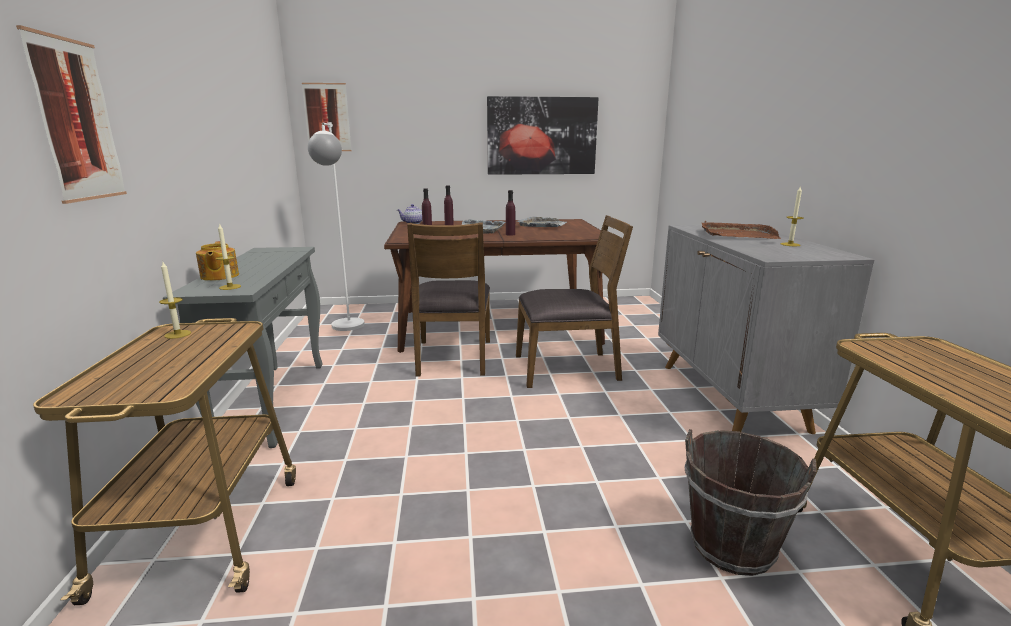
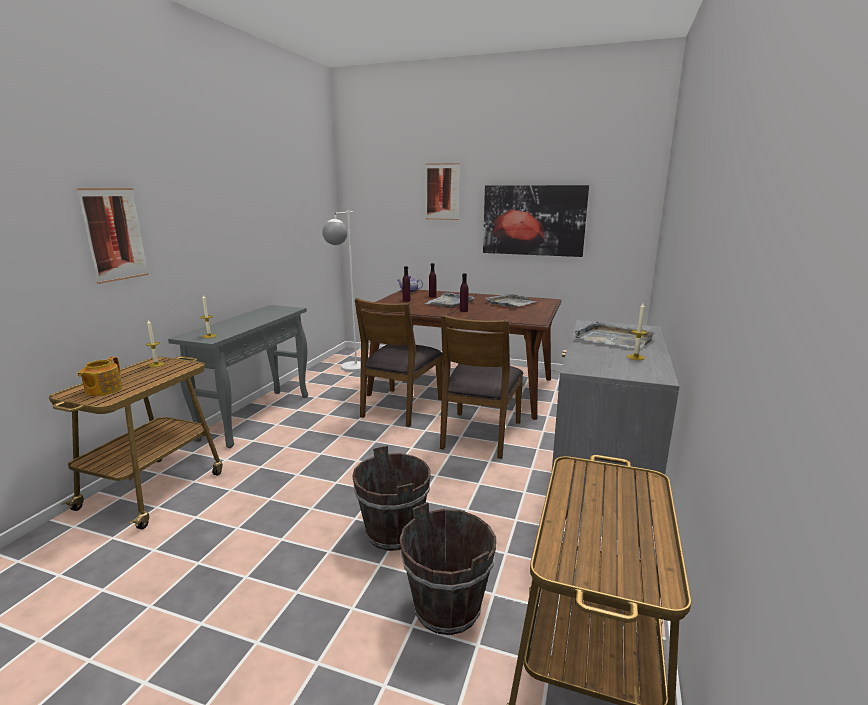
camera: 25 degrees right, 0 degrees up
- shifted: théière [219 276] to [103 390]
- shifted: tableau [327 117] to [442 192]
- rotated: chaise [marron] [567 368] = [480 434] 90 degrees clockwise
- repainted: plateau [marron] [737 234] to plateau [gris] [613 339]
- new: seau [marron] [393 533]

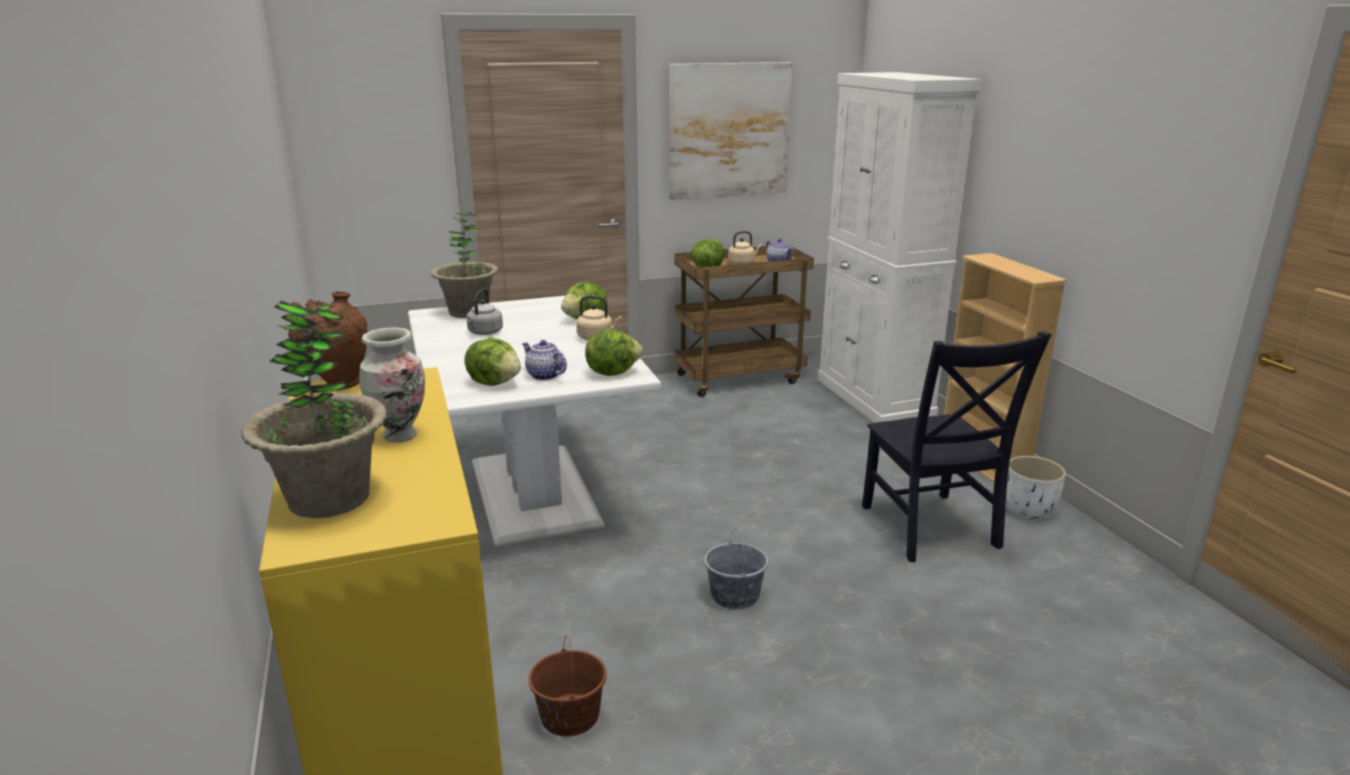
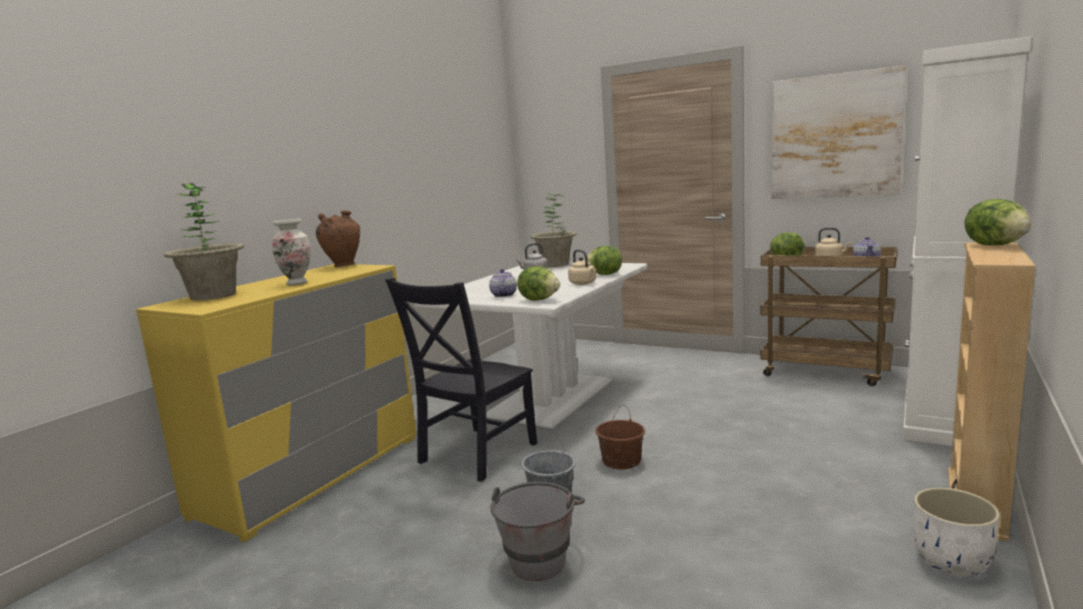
camera: 50 degrees right, 10 degrees down
- shifted: laitue [495 382] to [996 245]
- shifted: seau [marron] [570 715] to [621 461]
- shifted: chaise [noir] [931 529] to [474 455]
- new: seau [gris] [540 556]

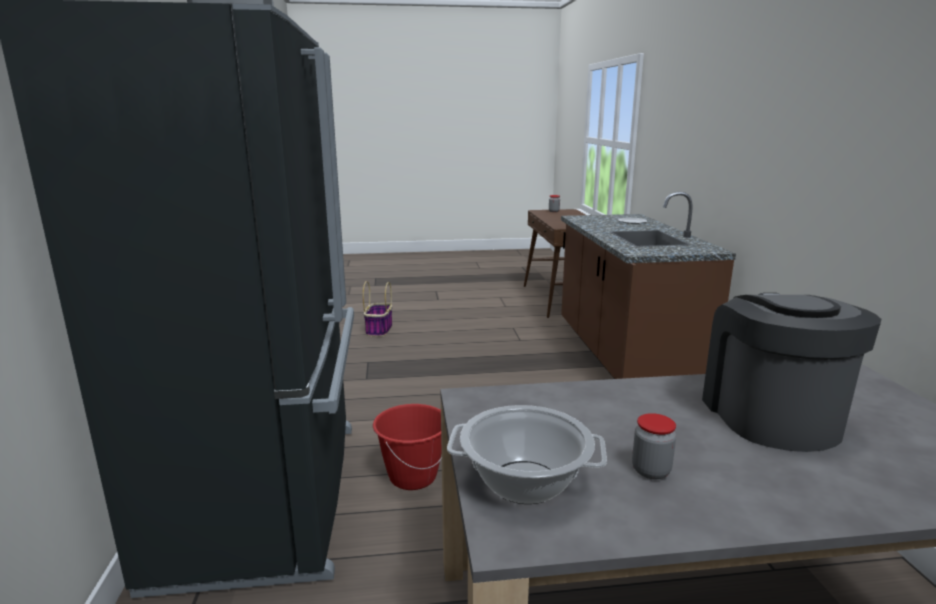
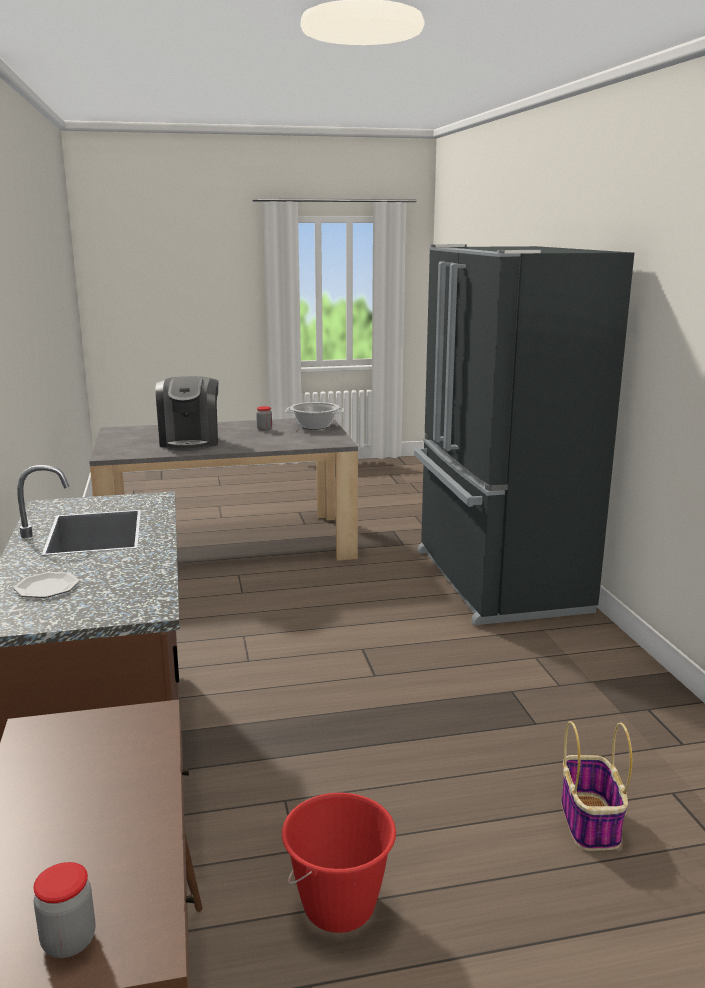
camera: 175 degrees right, 0 degrees up
- shifted: seau [rouge] [412 476] to [339 906]

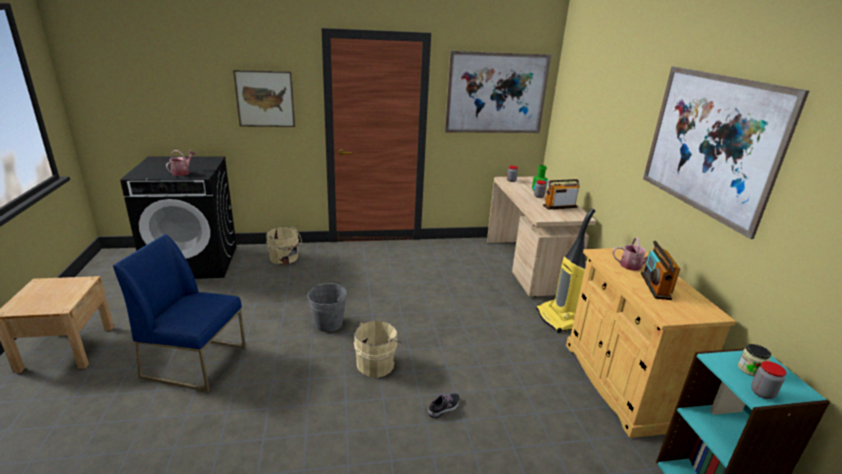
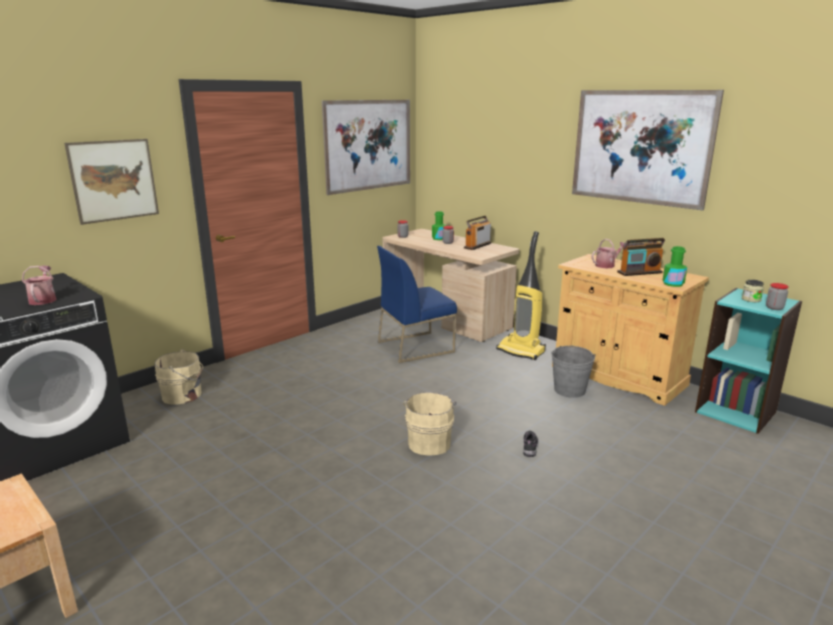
camera: 35 degrees left, 5 degrees down
- shifted: chaise [bleu] [196 361] to [415 346]
- shifted: seau [gris] [328 323] to [569 390]
- rotated: radio [655 286] = [639 272] 75 degrees counterclockwise
- new: bouteille [vert] [673 284]

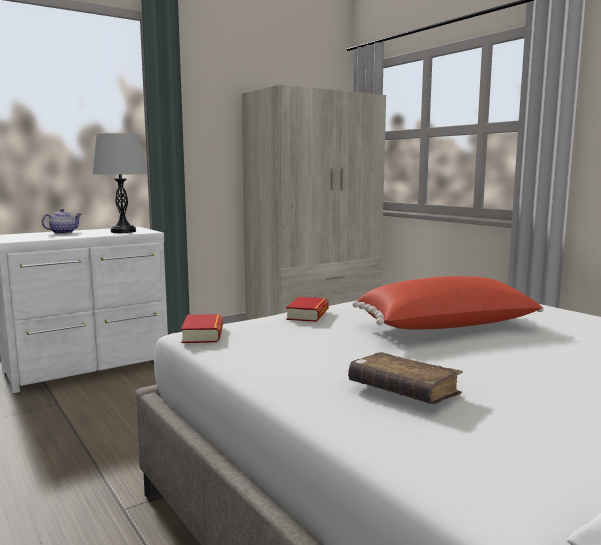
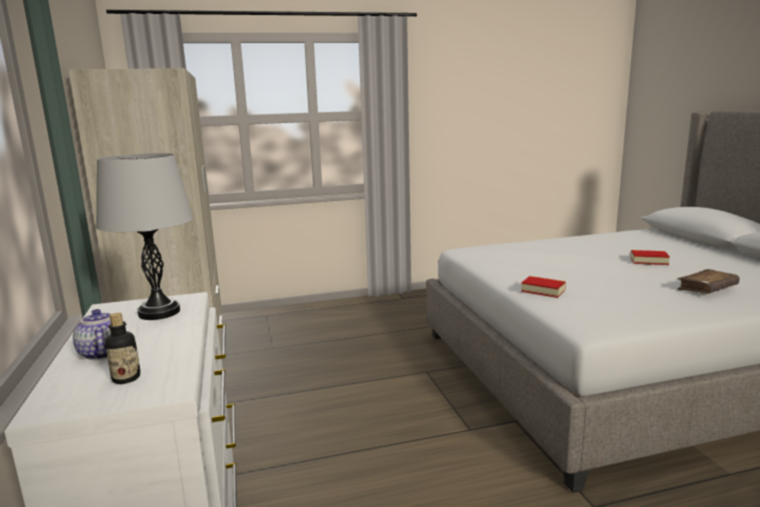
camera: 70 degrees left, 5 degrees up
- shifted: livre [203 334] to [649 261]
- gone: coussin [rouge] [446 328]
- new: bouteille [126 378]

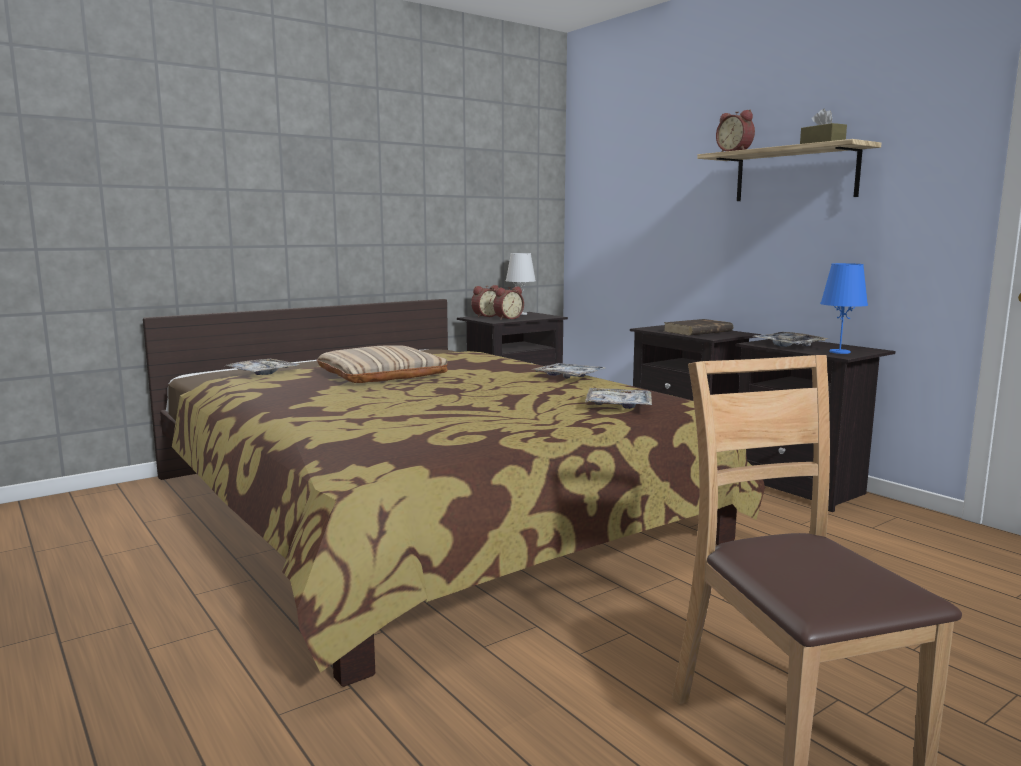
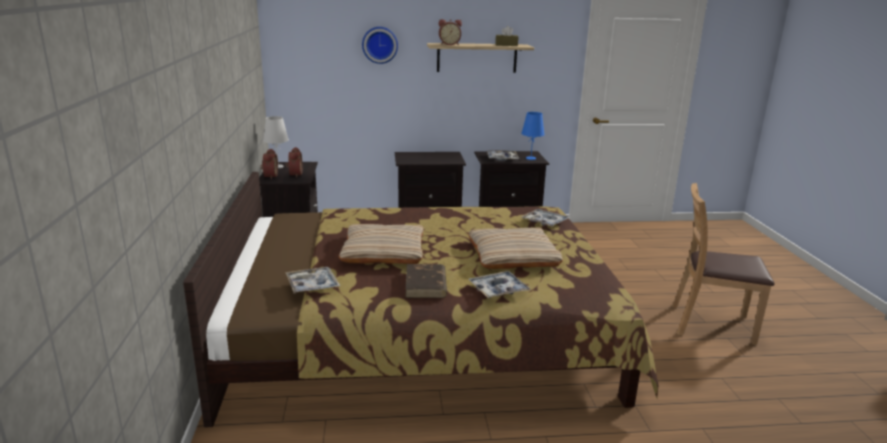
camera: 60 degrees left, 10 degrees up
- shifted: plateau [569 377] to [498 290]
- shifted: livre [marron] [697 331] to [426 284]
- new: horloge murale [380 45]
- new: coussin [beige] [512 255]

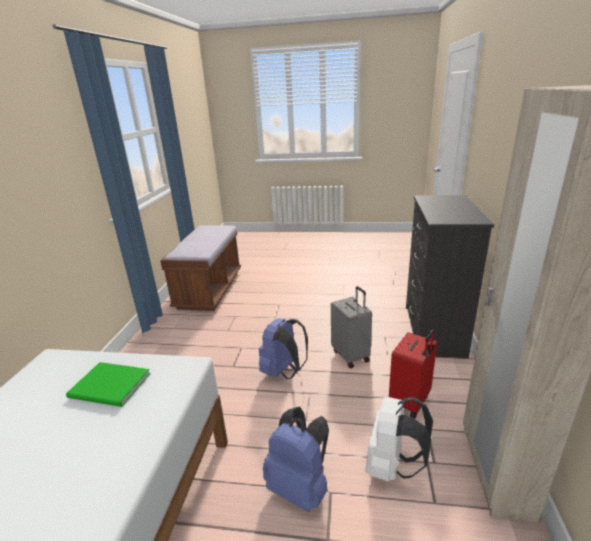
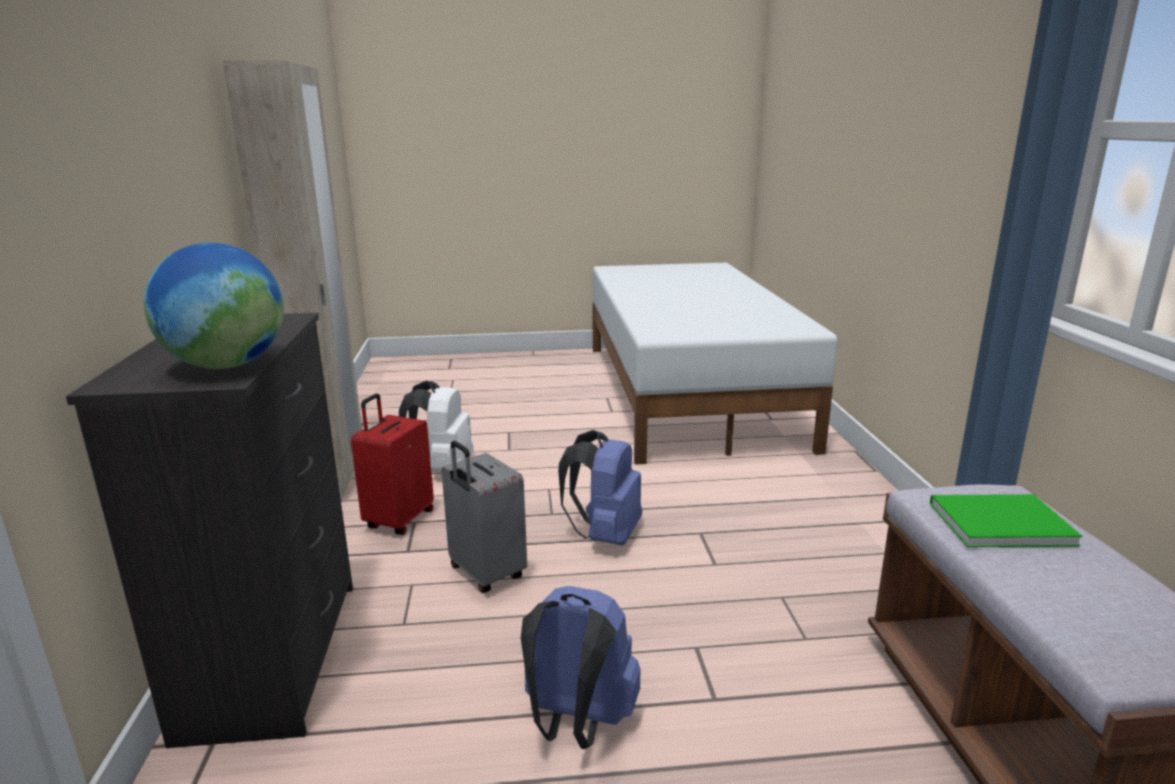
camera: 165 degrees right, 5 degrees down
- shifted: livre [vert] [111 387] to [995 522]
- shifted: sac à dos [bleu] [300 487] to [577 723]
- new: globe [227 365]

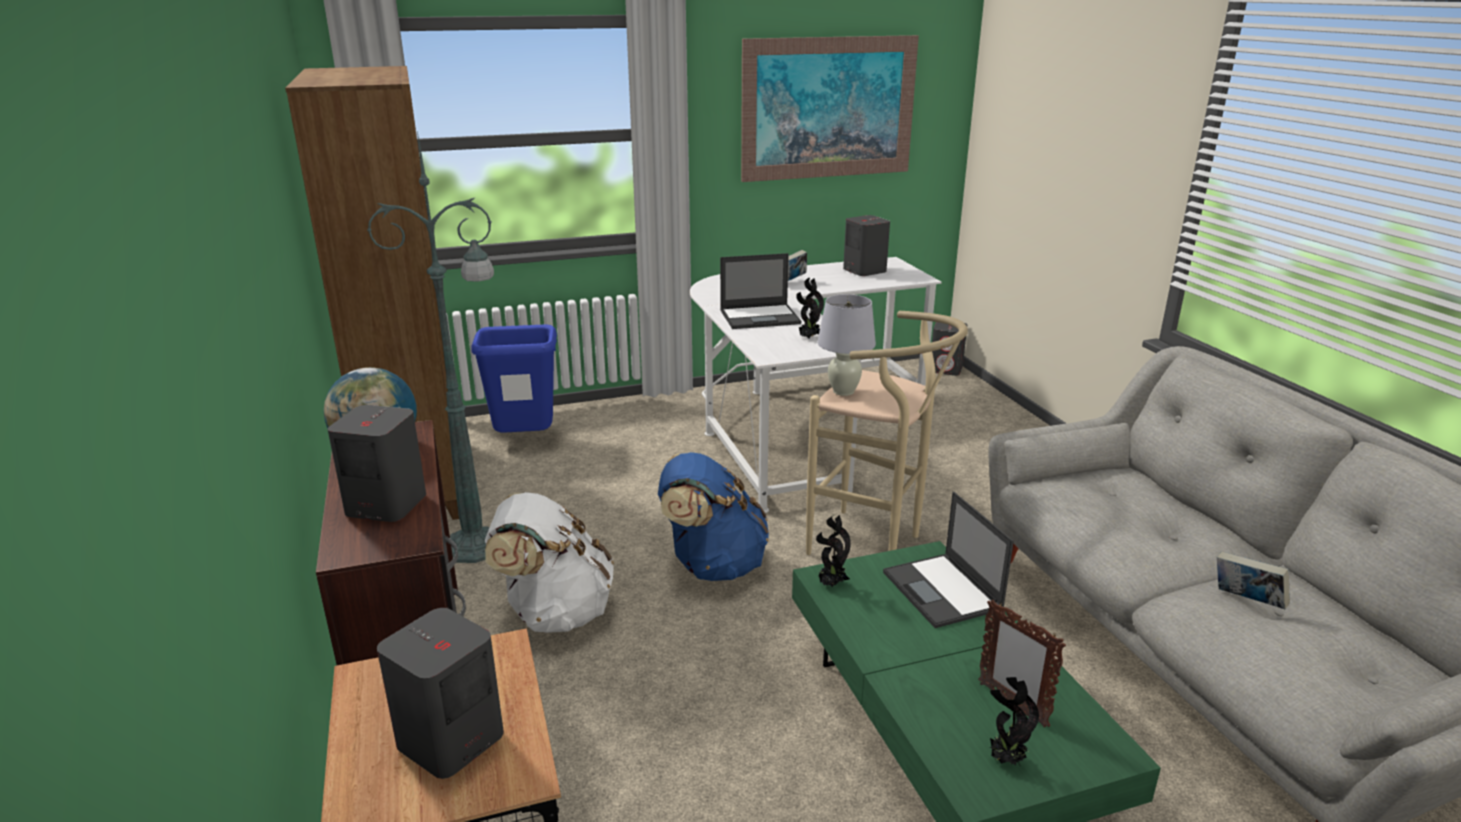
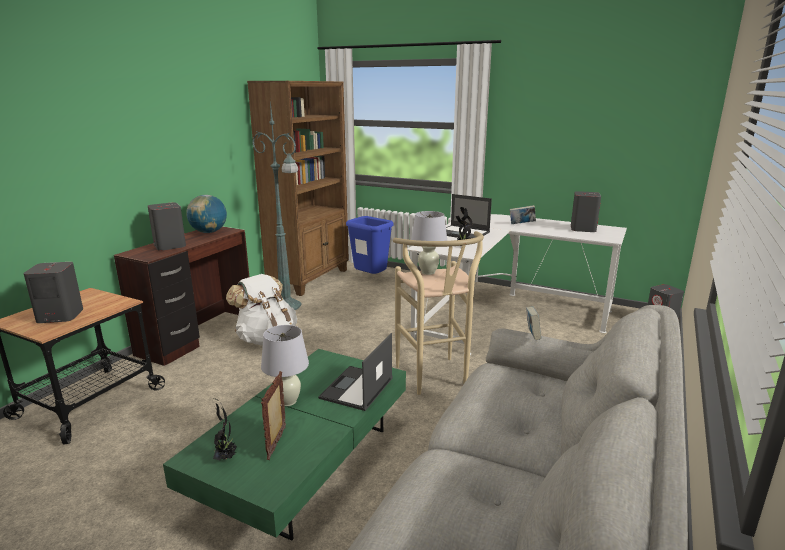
camera: 45 degrees right, 5 degrees down
- gone: sac à dos [bleu] [712 565]
- gone: tableau [829 108]
- gone: plante en pot [831 584]
- shifted: livre [1246 601] to [532 336]
- new: lampe de table [blanc] [288 401]

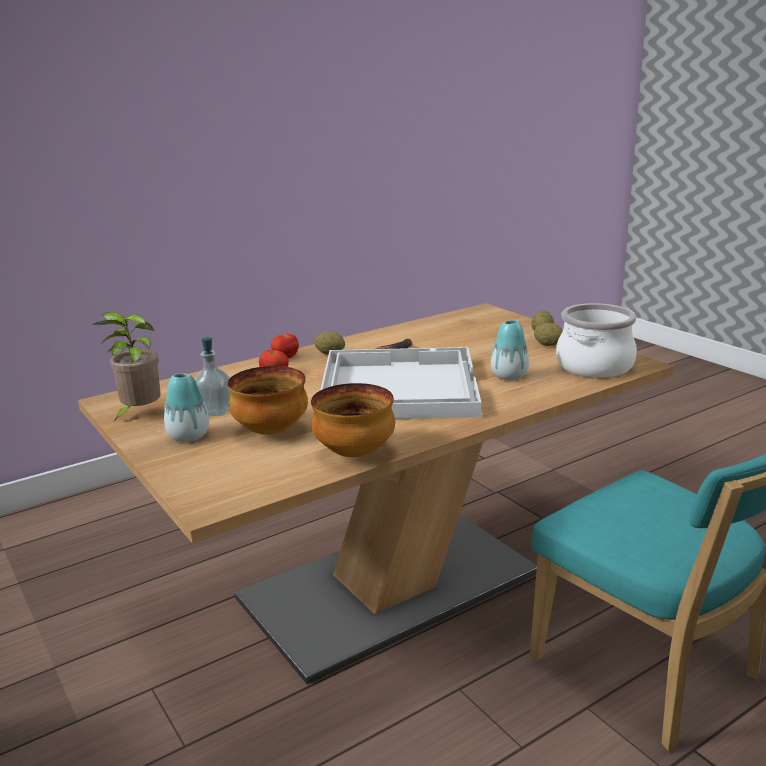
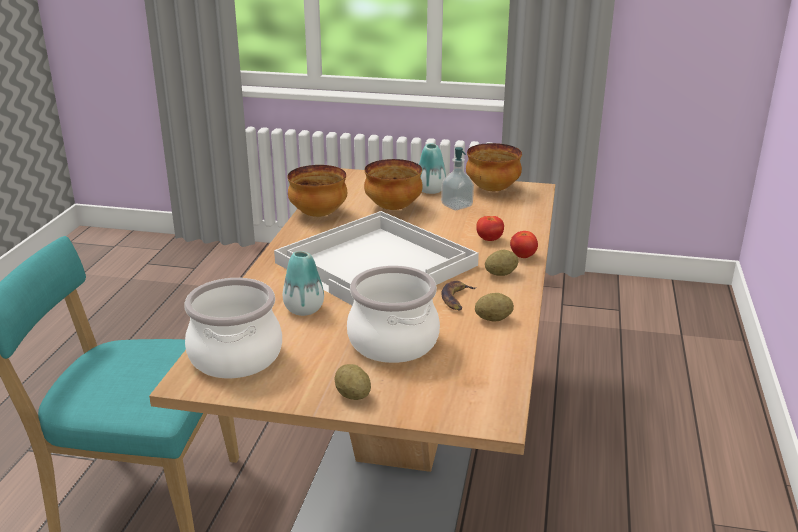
camera: 135 degrees right, 5 degrees up
- swapped: plante en pot [139 414] to bol [493 189]
- shifted: pomme de terre [548 345] to [493 319]
- new: marmite [394 342]

